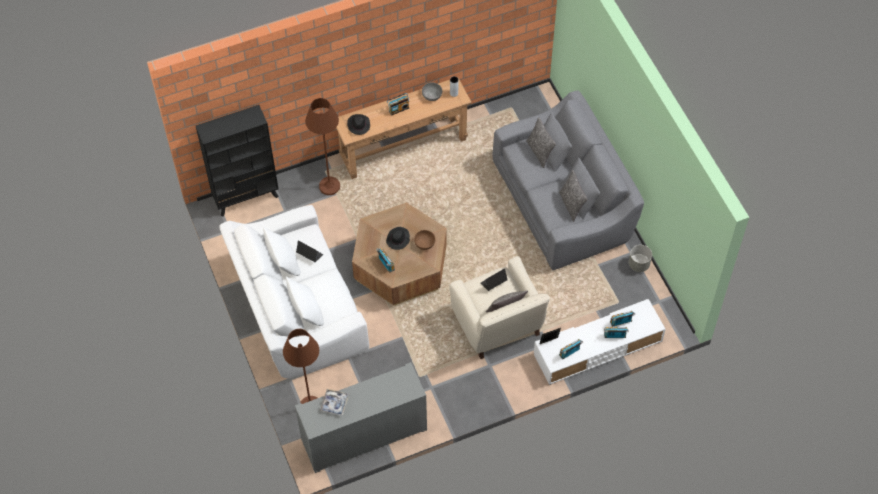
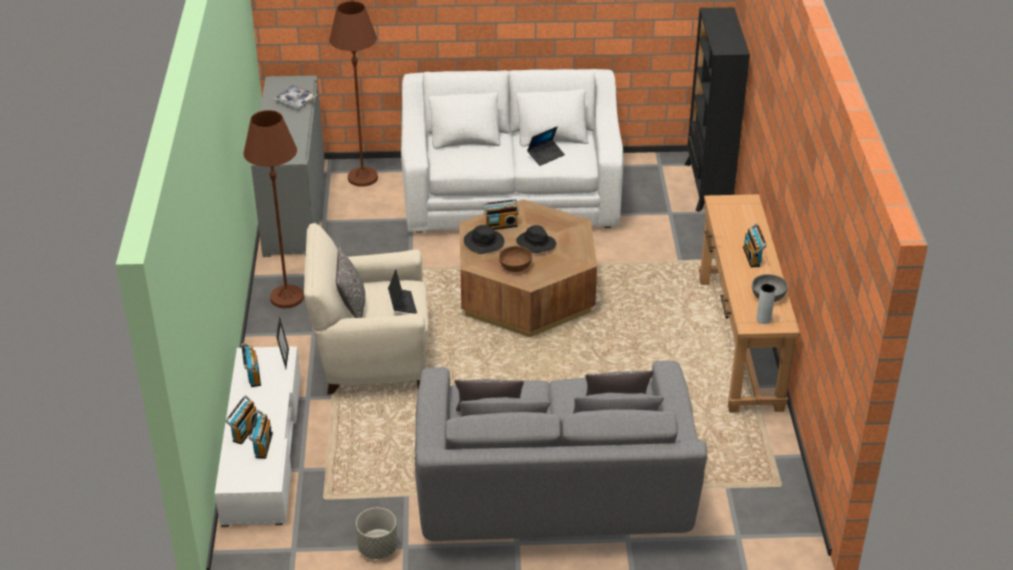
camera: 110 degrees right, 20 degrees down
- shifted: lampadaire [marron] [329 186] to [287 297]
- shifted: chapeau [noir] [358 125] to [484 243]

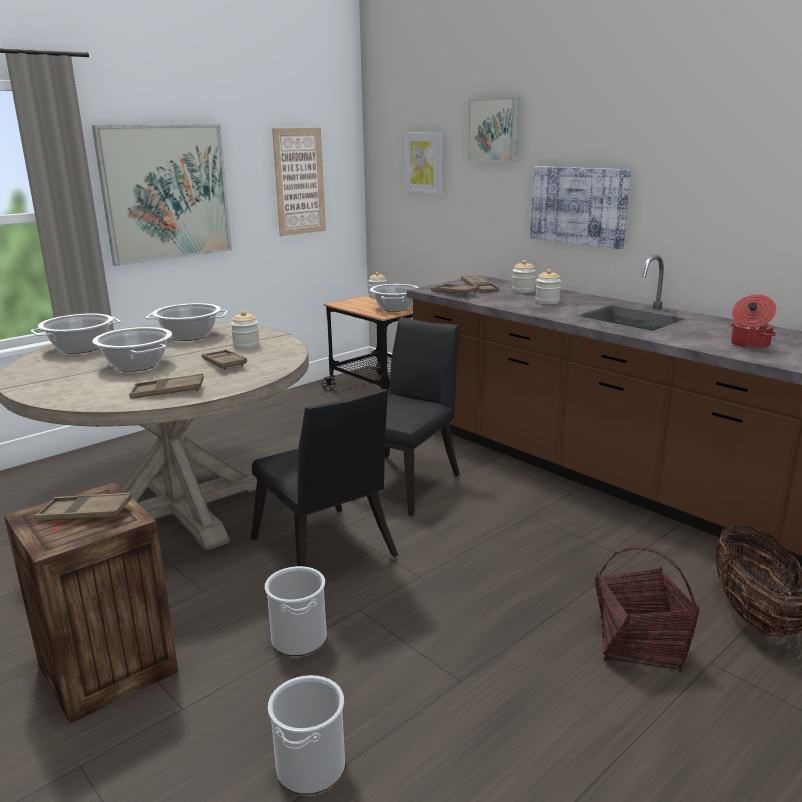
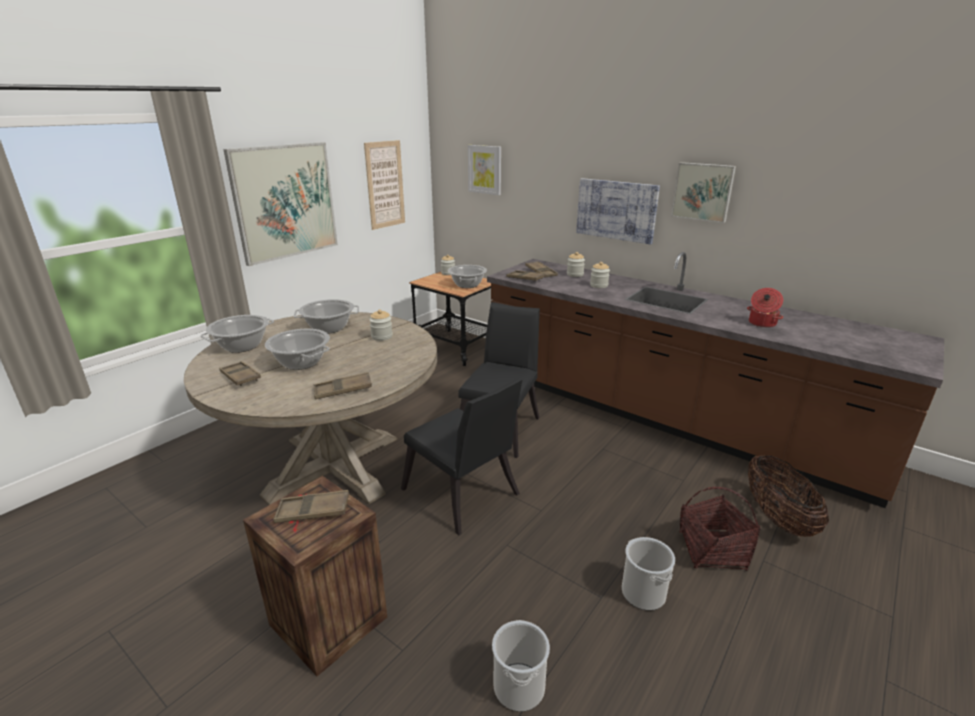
camera: 10 degrees left, 5 degrees up
- shifted: plateau [marron] [224 363] to [240 377]
- shifted: seau [299 639] to [643 593]
- shifted: tableau [494 130] to [703 191]

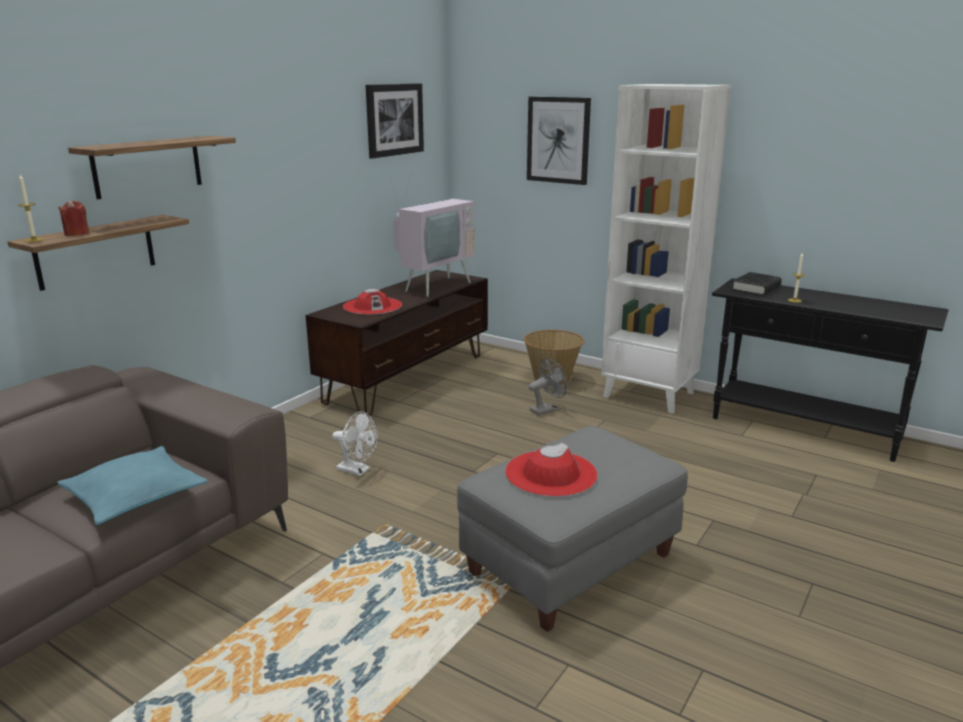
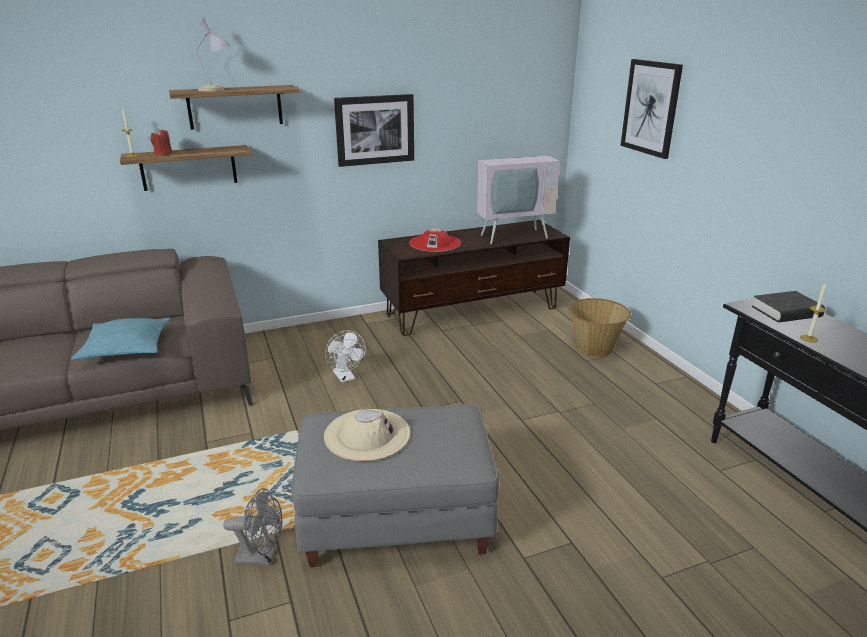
camera: 35 degrees right, 5 degrees up
- shifted: tableau [394 119] to [375 130]
- repainted: chapeau [rouge] [551 473] to chapeau [beige] [367 435]
- shifted: ventilateur [gris] [547 409] to [262 557]
- gone: bibliothèque [blanc] [649 394]
- new: lampe de table [217 89]

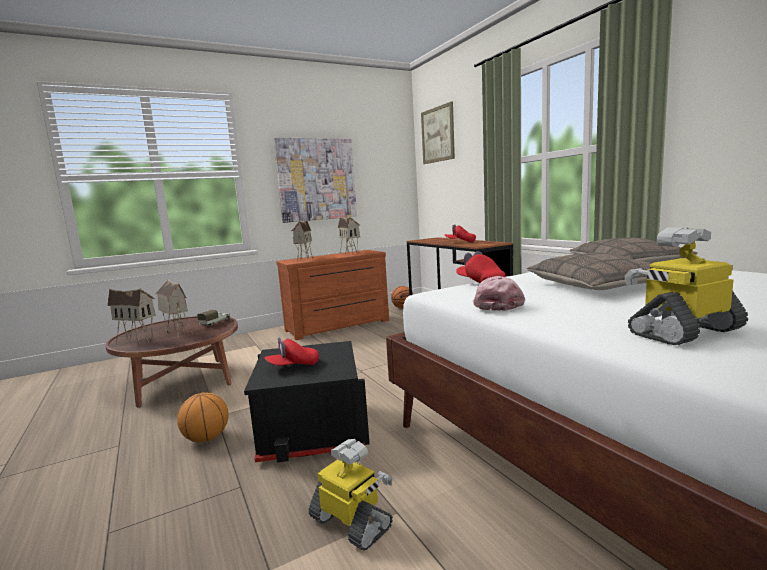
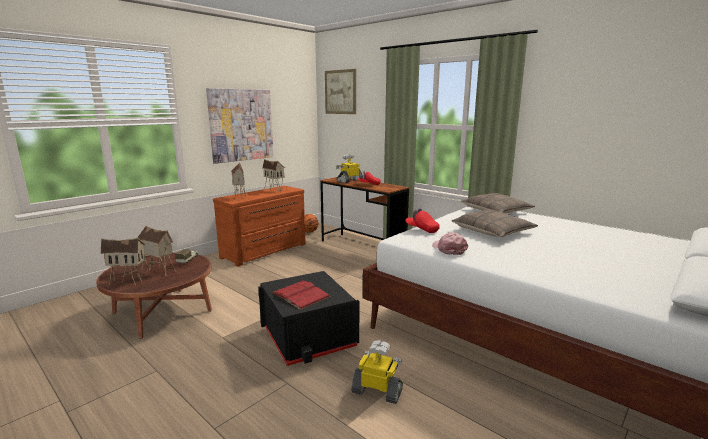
camera: 20 degrees left, 5 degrees up
- gone: ballon de basket [206 438]
- swapped: casquette [rouge] [293 366] to livre [rouge] [300 295]
- shifted: robot jouet [683 331] to [349 181]

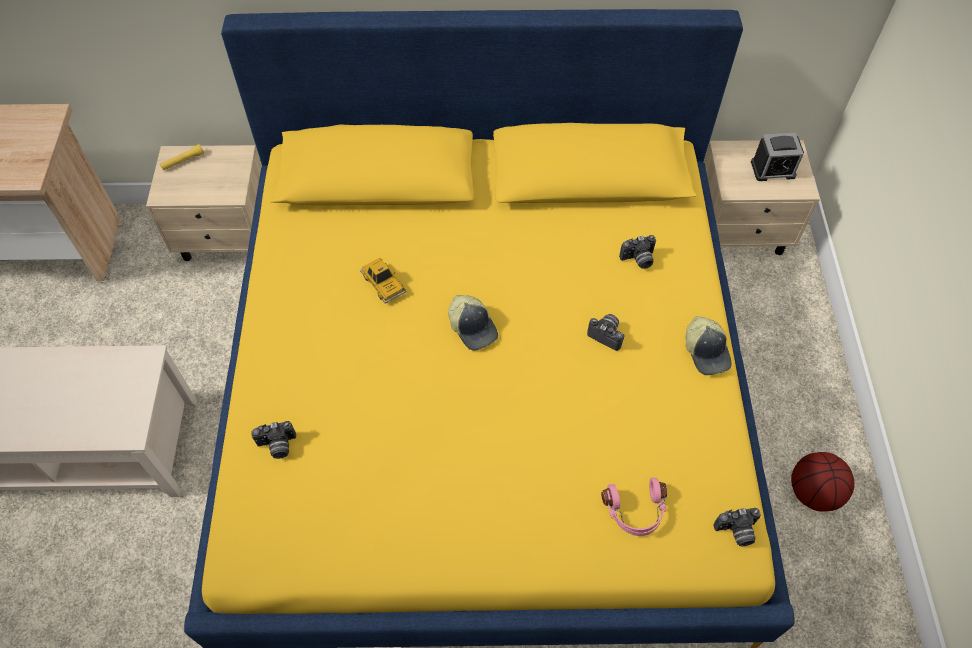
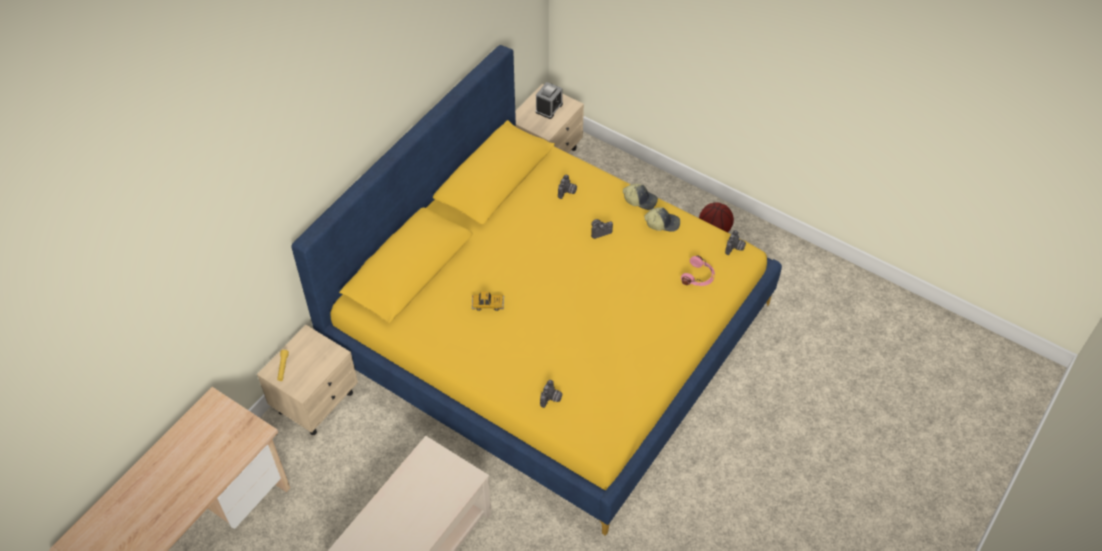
camera: 55 degrees left, 5 degrees down
- shifted: casquette [473 327] to [662 223]

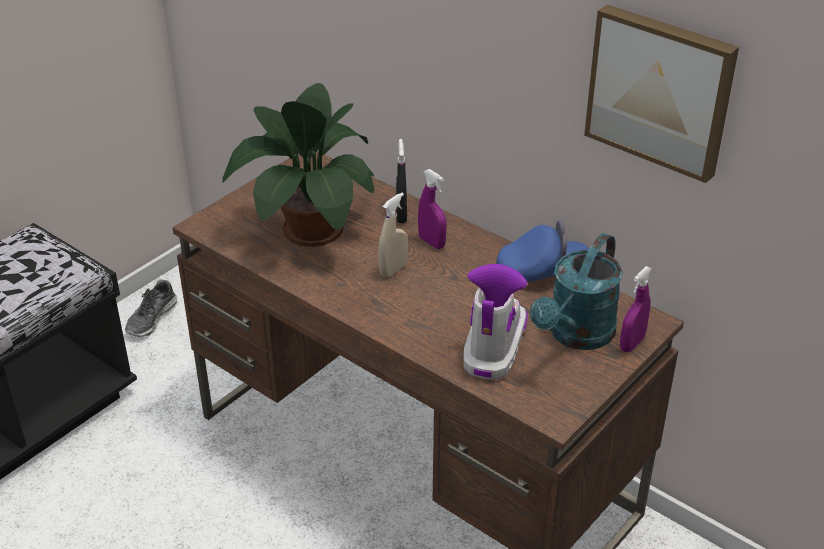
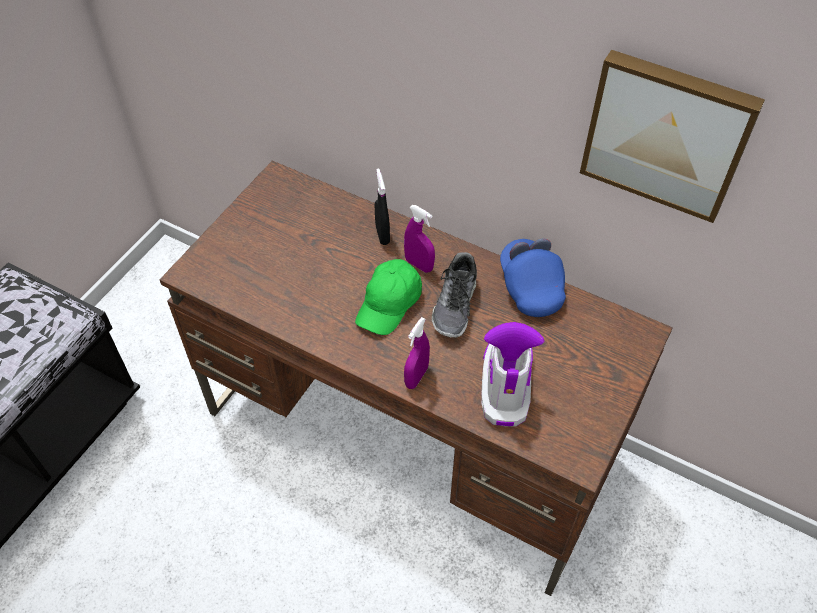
camera: 10 degrees left, 15 degrees up
- shifted: chaussure [152 319] to [455 305]
- gone: plante en pot [309 231]
- swapped: vaporisateur [beige] [393 270] to casquette [vert] [389 304]
- rotated: casquette [bleu] [541 272] = [530 287] 90 degrees counterclockwise
- gone: arrosoir [turquoise] [576 336]
- shifted: vaporisateur [violet] [632 344] to [416 377]

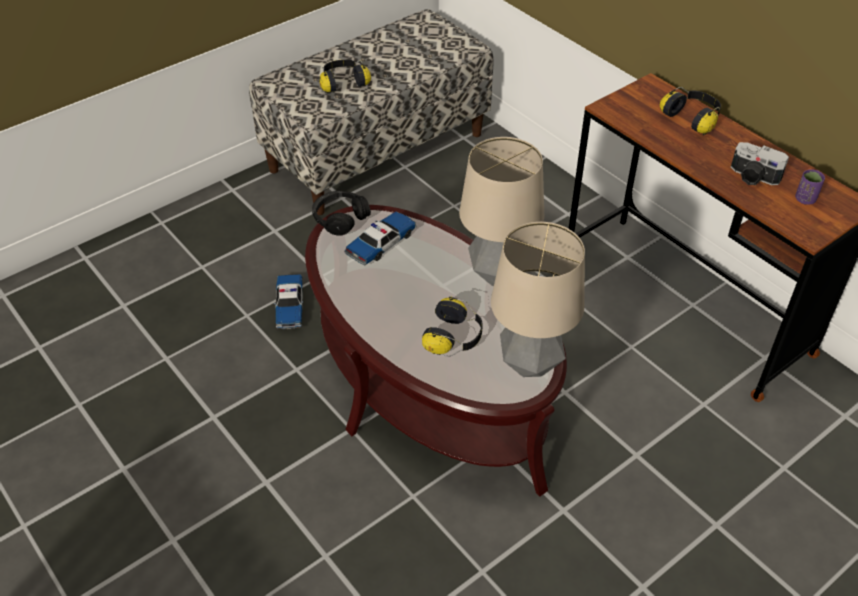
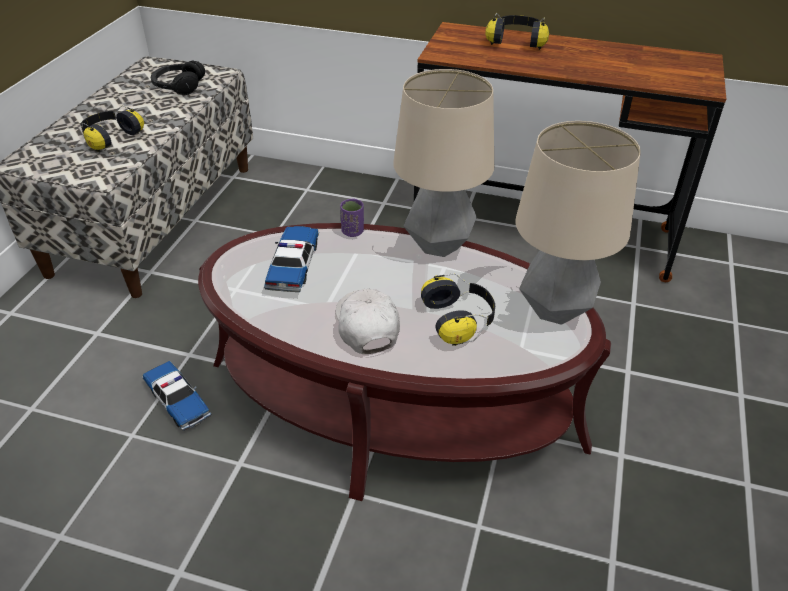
camera: 35 degrees left, 5 degrees down
- shifted: casque audio [noir] [340 218] to [178 86]
- gone: appareil photo [753 177]
- shifted: tasse [violet] [805 199] to [352 232]
- new: casquette [blanc] [366 326]

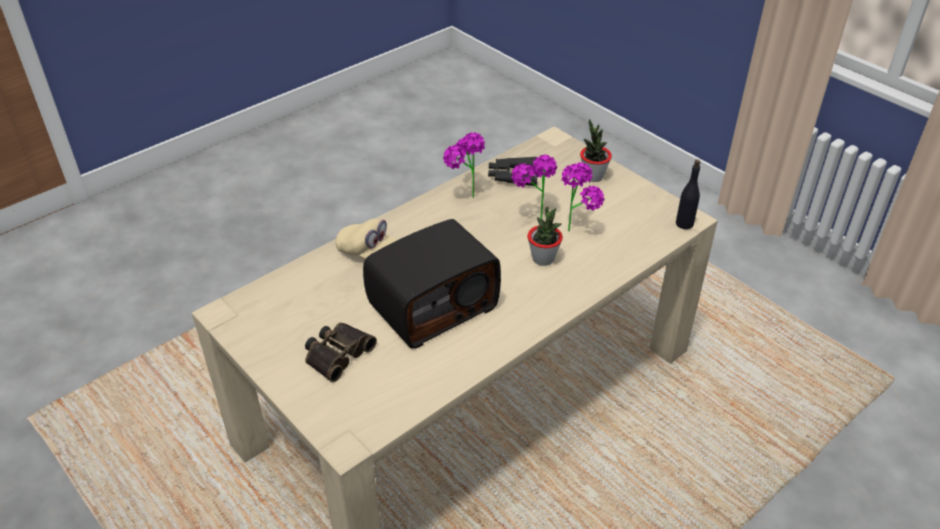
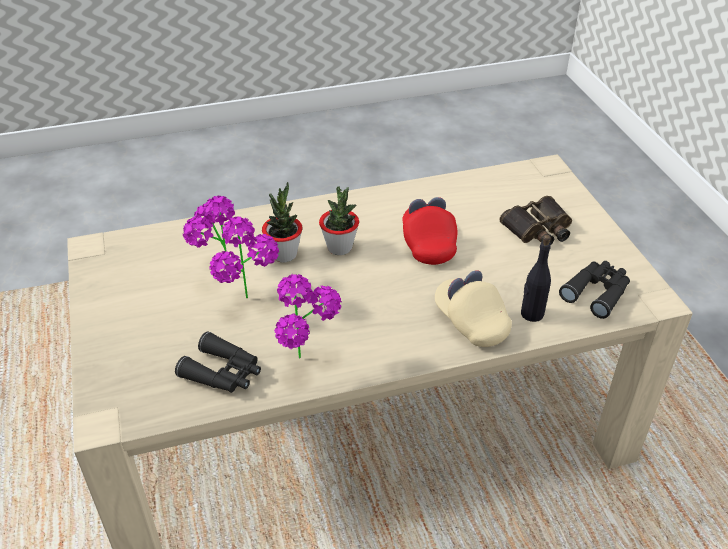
camera: 155 degrees left, 0 degrees up
- swapped: radio [433 305] to casquette [rouge] [428 243]
- shifted: plante en pot [593 176] to [339 248]
- shifted: bouteille [noir] [684 223] to [531 314]
- new: jumelles [noir] [597 292]

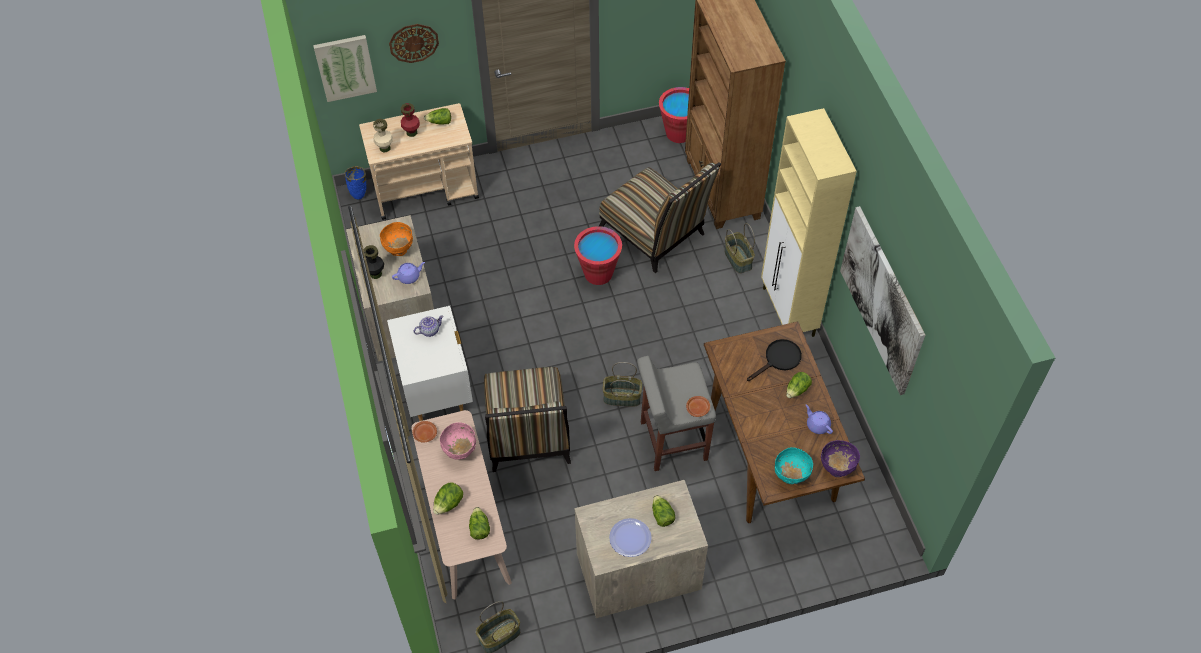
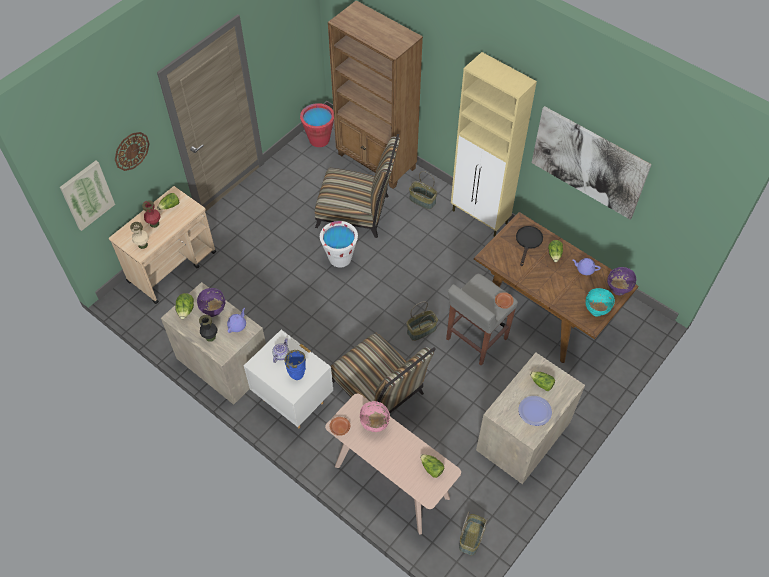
camera: 35 degrees left, 0 degrees up
- shifted: vase [bleu] [360 194] to [297 374]
- repainted: bol [orange] [399 250] to bol [violet] [214 310]
- shifted: laitue [448 504] to [186 311]
- repainted: seau [rouge] [598 273] to seau [blanc] [340 258]

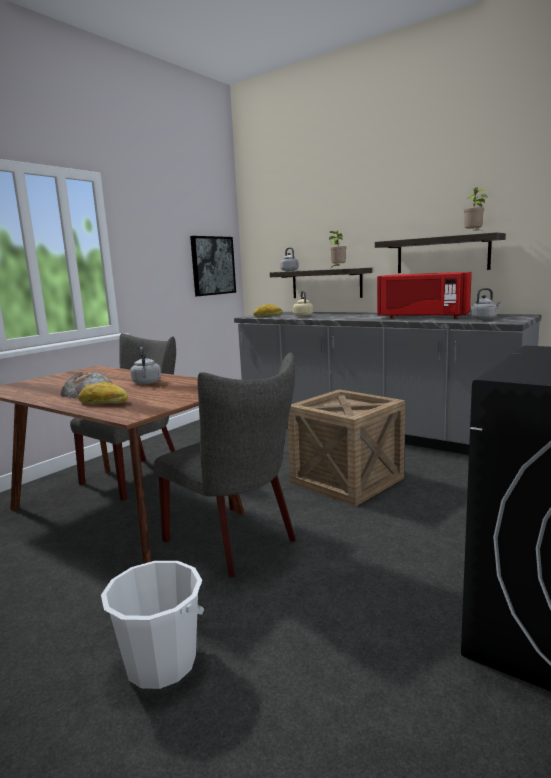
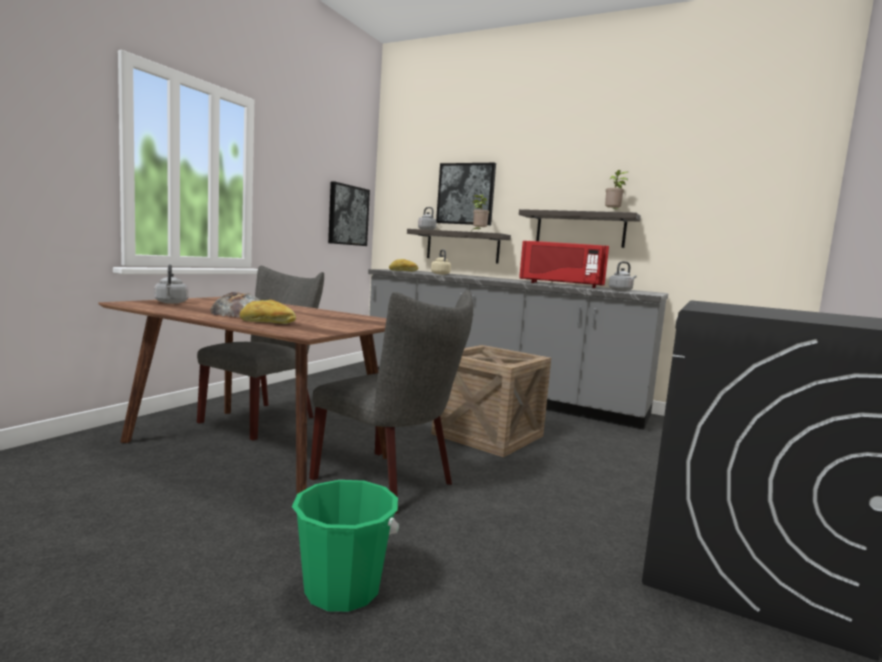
camera: 10 degrees left, 5 degrees down
- repainted: seau [blanc] [161 663] to seau [vert] [342 589]
- shifted: bouilloire [gris] [146 383] to [171 303]
- new: tableau [466 194]

